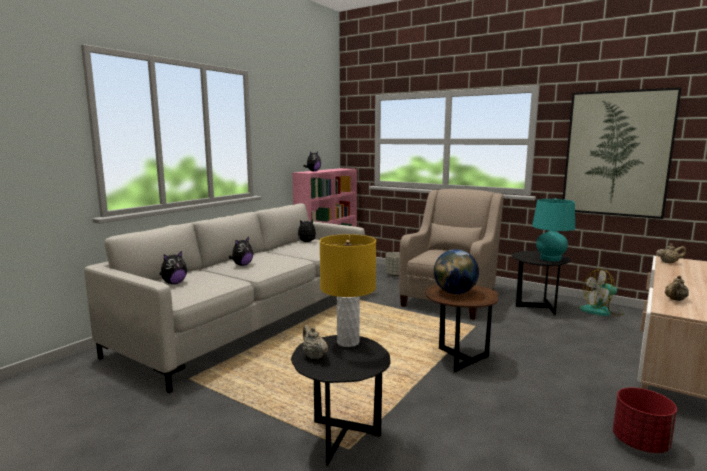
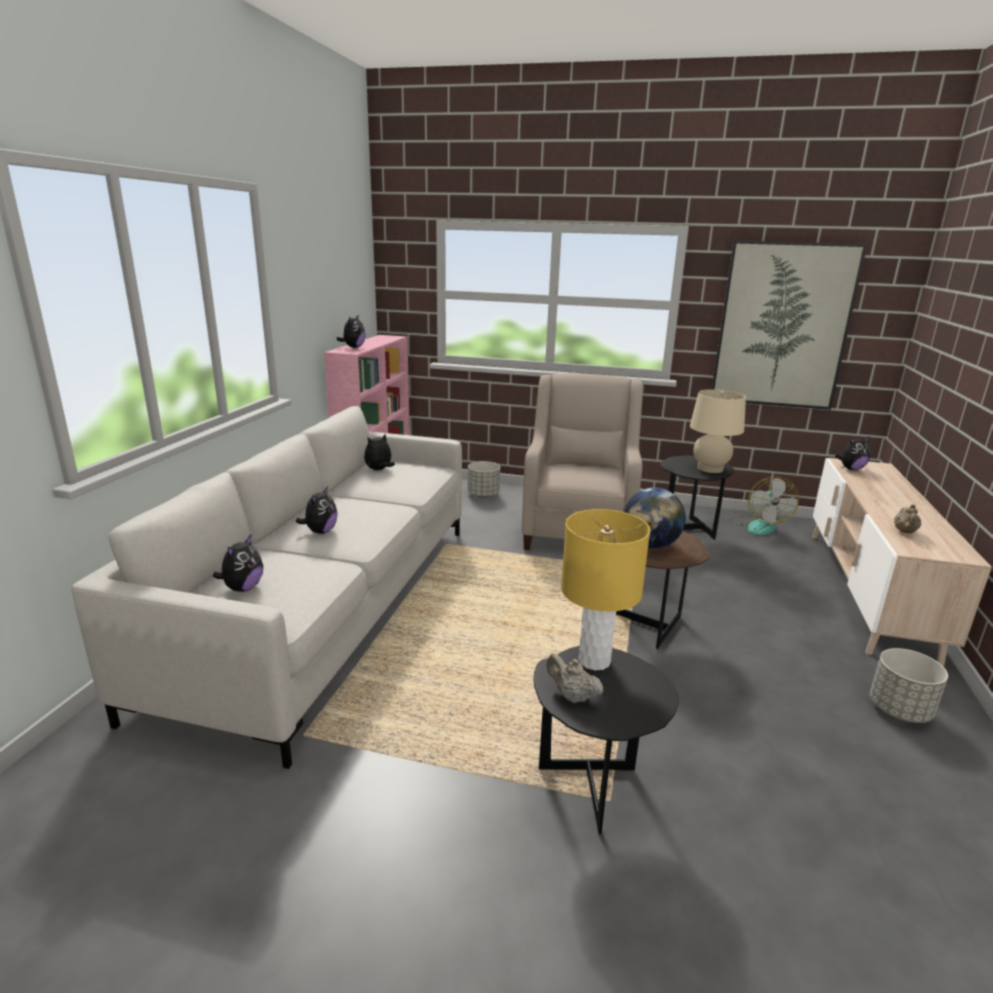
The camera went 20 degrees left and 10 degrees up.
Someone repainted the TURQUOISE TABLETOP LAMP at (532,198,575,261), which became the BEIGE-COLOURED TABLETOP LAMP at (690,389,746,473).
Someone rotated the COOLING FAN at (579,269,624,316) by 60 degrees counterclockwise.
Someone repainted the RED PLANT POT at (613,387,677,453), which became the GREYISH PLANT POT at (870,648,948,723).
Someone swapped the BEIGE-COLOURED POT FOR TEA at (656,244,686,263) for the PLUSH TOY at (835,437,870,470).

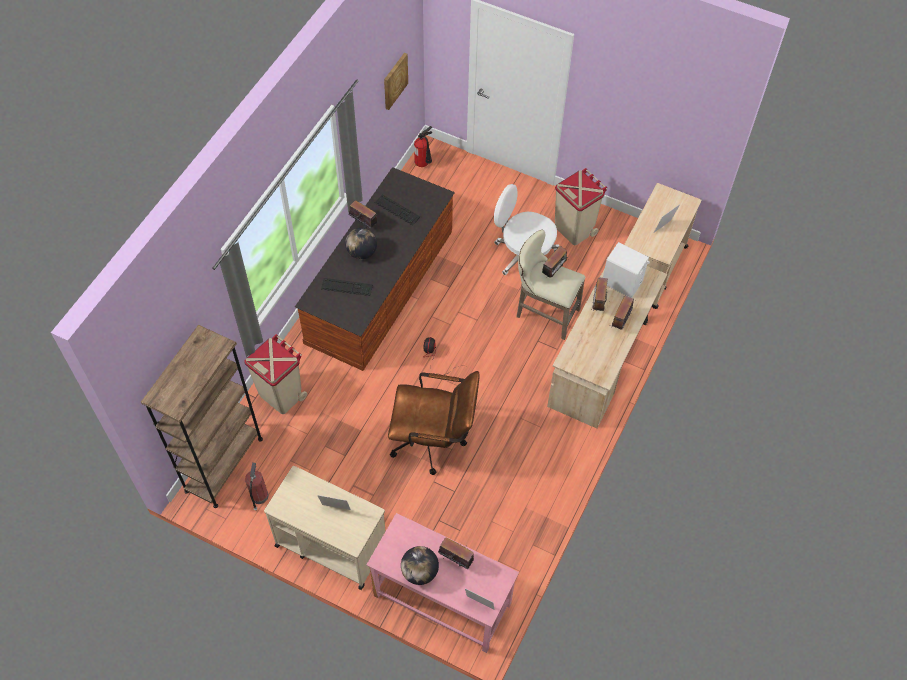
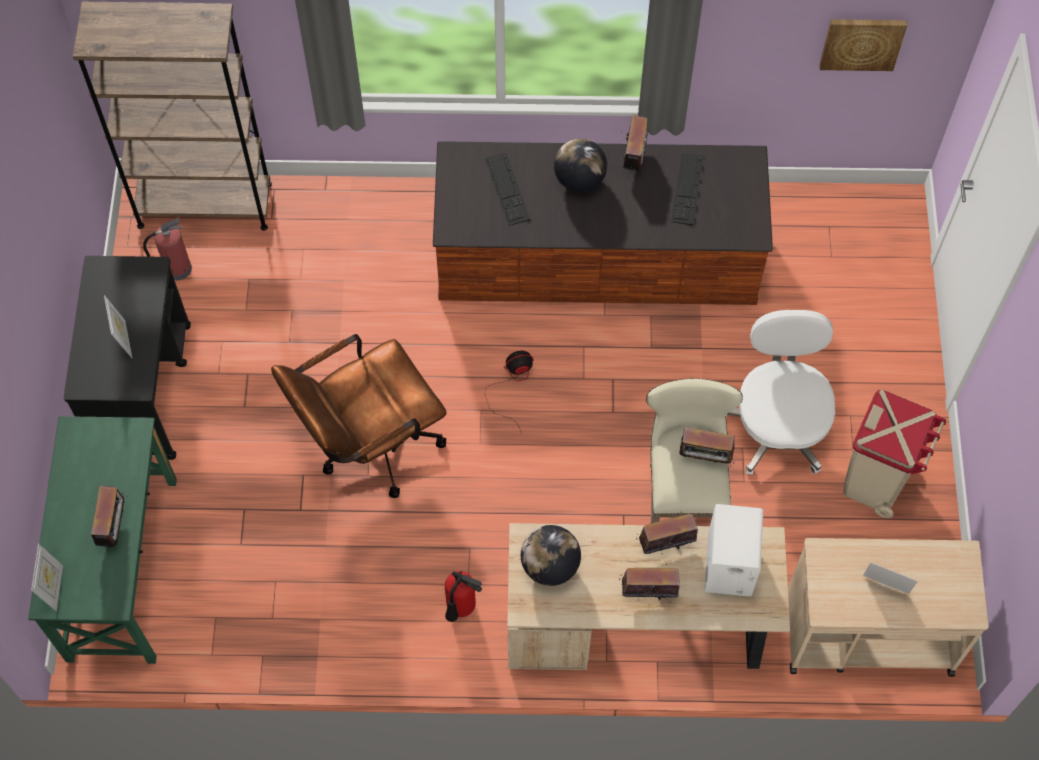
The camera went 65 degrees right and 5 degrees up.
Someone took away the BEIGE-COLOURED TRASH CAN at (244,334,307,414).
Someone repainted the BEIGE-COLOURED CART at (264,466,386,590), which became the BLACKISH CART at (64,256,191,460).
Someone repainted the PINKISH DESK TABLE at (366,513,519,653), which became the GREEN-COLOURED DESK TABLE at (28,416,177,664).
Someone rotated the BROWN OFFICE CHAIR at (388,371,480,475) by 75 degrees clockwise.
Someone carried the DESK GLOBE from (401,546,439,585) to (521,525,581,586).
Someone carried the EXTINGUISHER from (414,126,432,167) to (445,571,482,622).

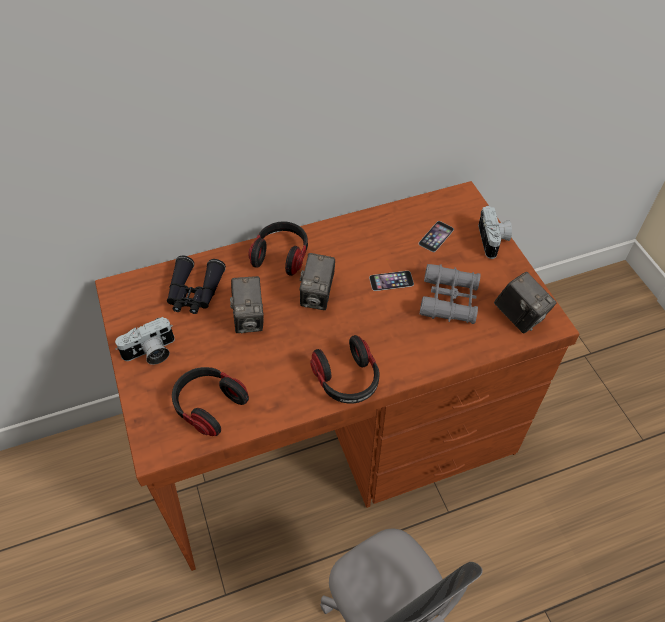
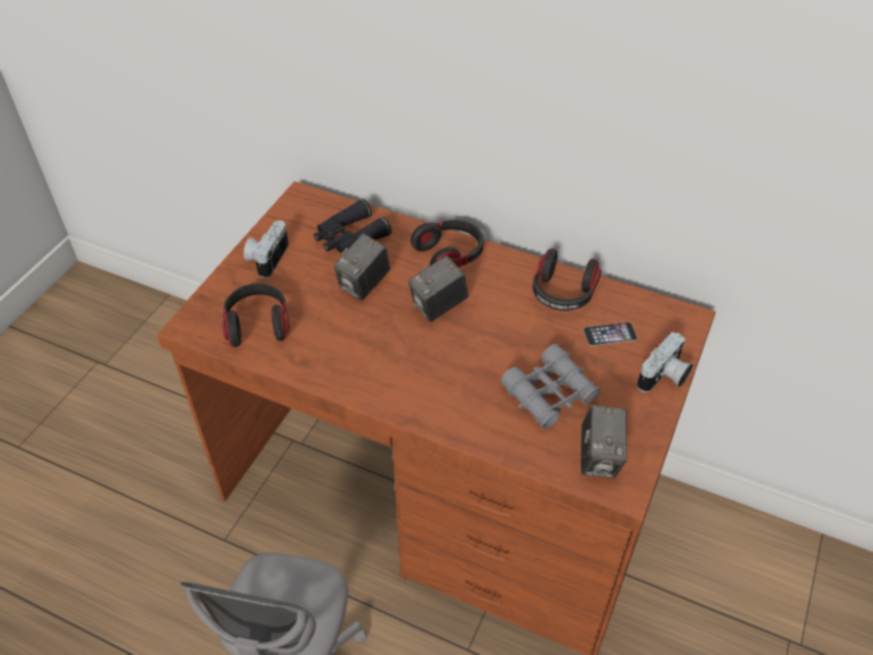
The camera went 45 degrees right and 5 degrees down.
Someone rotated the STILL CAMERA at (115,317,175,365) by 90 degrees clockwise.
Someone carried the HEADPHONES from (310,335,379,404) to (533,248,601,311).
Someone took away the HANDSET at (369,271,414,291).

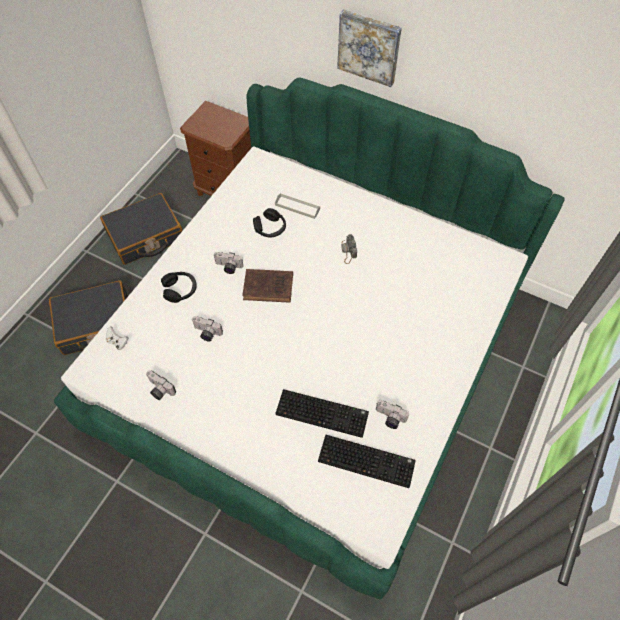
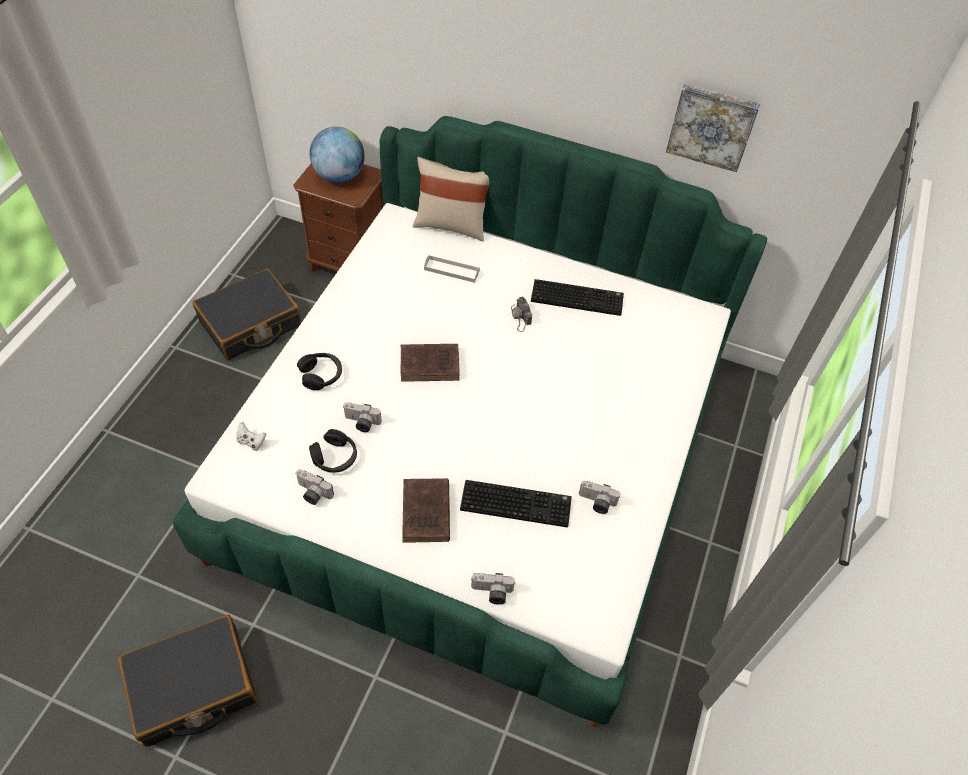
The camera went 10 degrees left and 5 degrees down.
Someone carried the BLACKISH PIECE OF LUGGAGE from (49,280,128,355) to (118,615,258,747).
Someone carried the STILL CAMERA from (214,252,243,274) to (471,573,516,605).
Someone carried the BLACKISH HEADPHONES from (253,208,286,237) to (309,429,357,473).
Someone carried the COMPUTER KEYBOARD from (318,435,416,488) to (531,279,624,316).
Someone carried the WALL PICTURE from (337,9,402,87) to (666,84,760,172).
Someone put down the DESK GLOBE at (310,127,365,183).
Someone put down the BROWN BOOK at (402,478,450,543).
Someone put down the BEIGE-COLOURED PILLOW at (413,157,489,242).

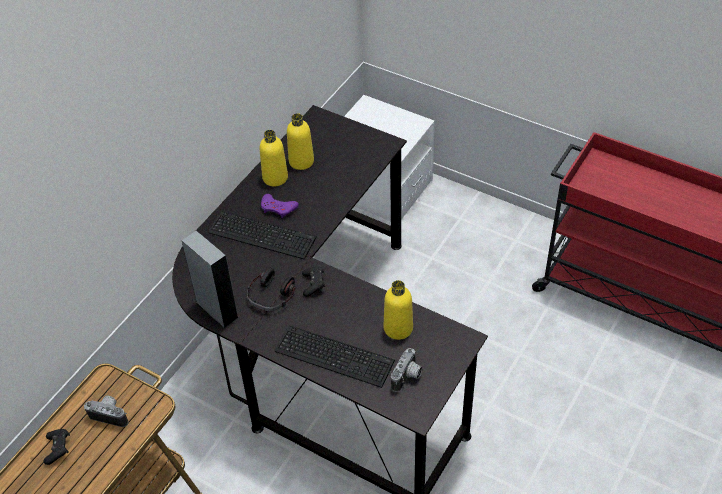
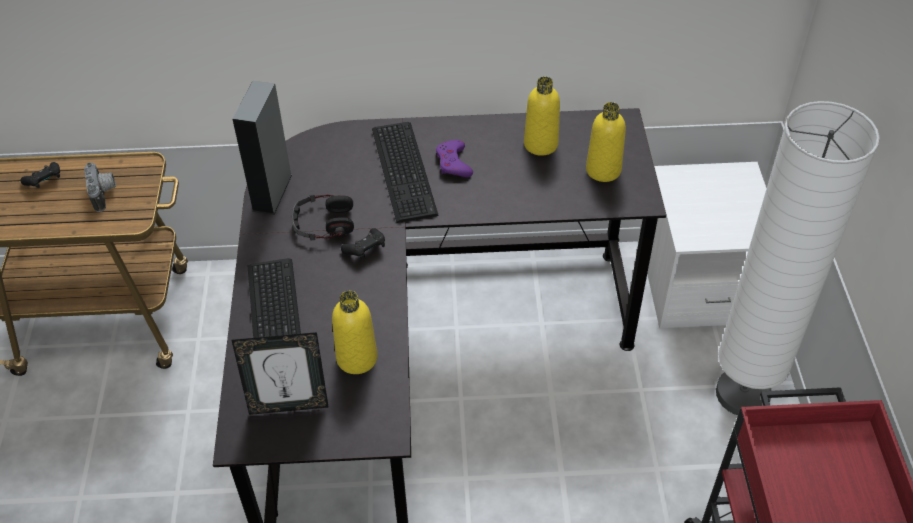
The camera went 55 degrees right and 0 degrees up.
Someone carried the YELLOW BEVERAGE BOTTLE from (260,130,288,186) to (586,102,626,182).
Someone swapped the STILL CAMERA at (391,348,422,392) for the PHOTO FRAME at (231,332,329,415).
Someone put down the WHITE FLOOR LAMP at (716,101,880,415).

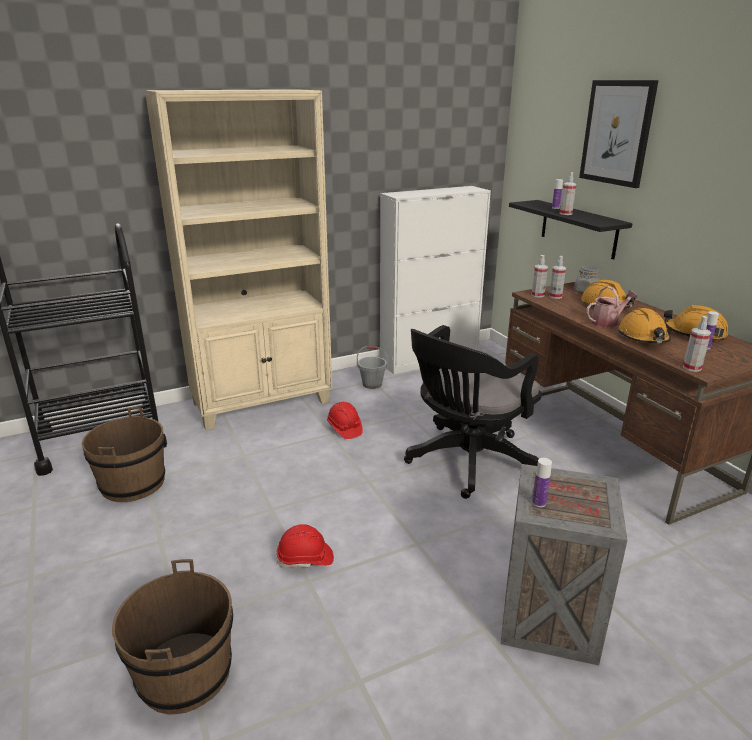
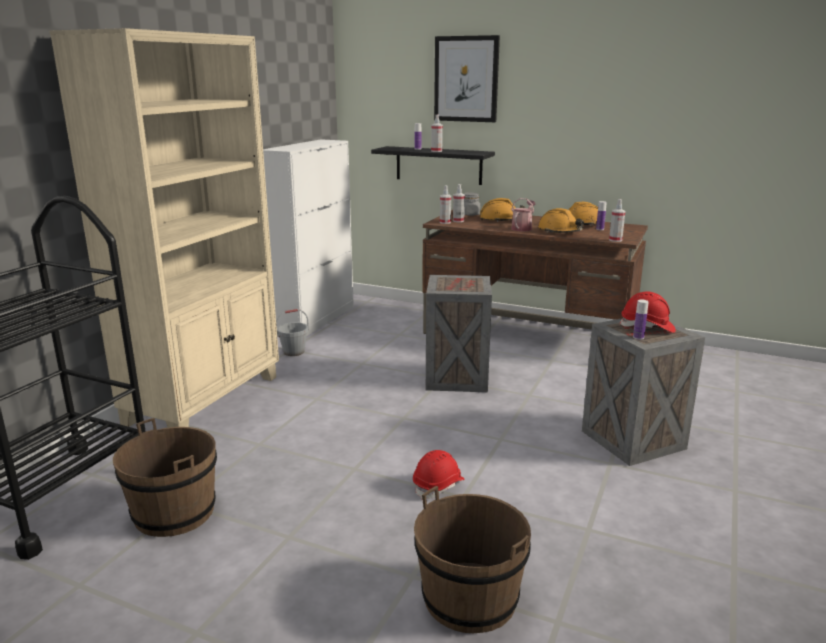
The camera went 40 degrees left and 5 degrees down.
Someone carried the RED WORK HELMET from (327,402,363,439) to (619,292,676,333).
Someone swapped the BLACKISH OFFICE CHAIR at (404,325,542,499) for the PACKING CRATE at (426,275,492,392).

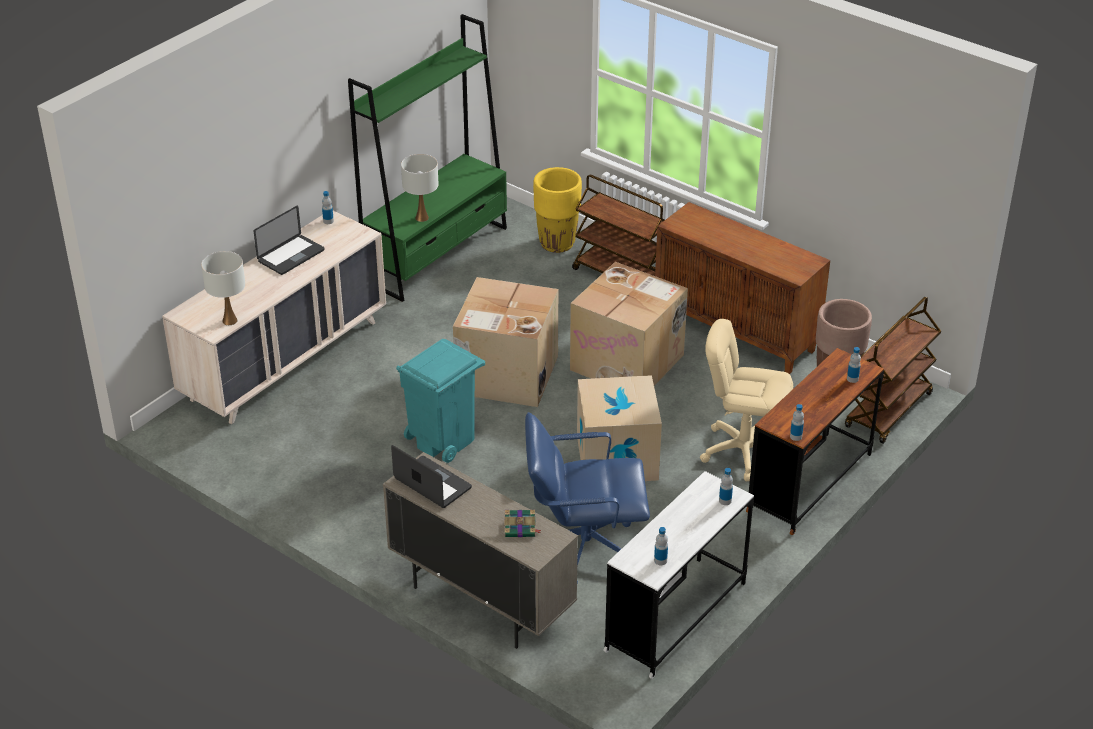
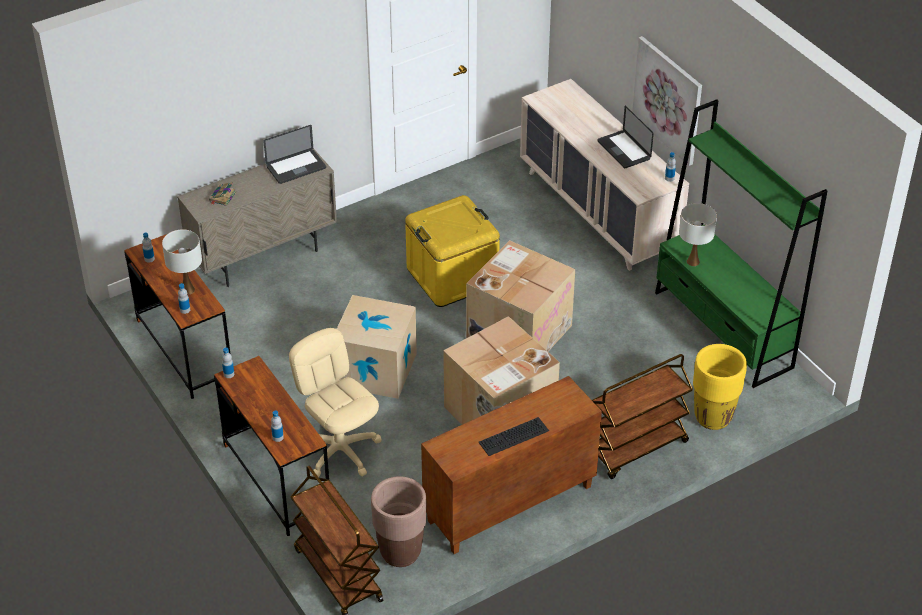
The camera went 110 degrees right and 5 degrees up.
Someone carried the WHITE TABLETOP LAMP from (201,251,245,325) to (162,229,202,295).
Someone swapped the TURQUOISE TRASH CAN at (396,339,485,463) for the YELLOW STORAGE BOX at (405,195,500,307).
Someone took away the BLUE OFFICE CHAIR at (525,412,650,583).
Someone repainted the WHITE DESK TABLE at (604,471,754,679), which became the BROWN DESK TABLE at (124,234,230,399).
Someone rotated the BEIGE-COLOURED OFFICE CHAIR at (700,319,793,481) by 75 degrees counterclockwise.
Someone put down the COMPUTER KEYBOARD at (478,417,549,456).
Someone put up the WALL PICTURE at (632,36,702,166).

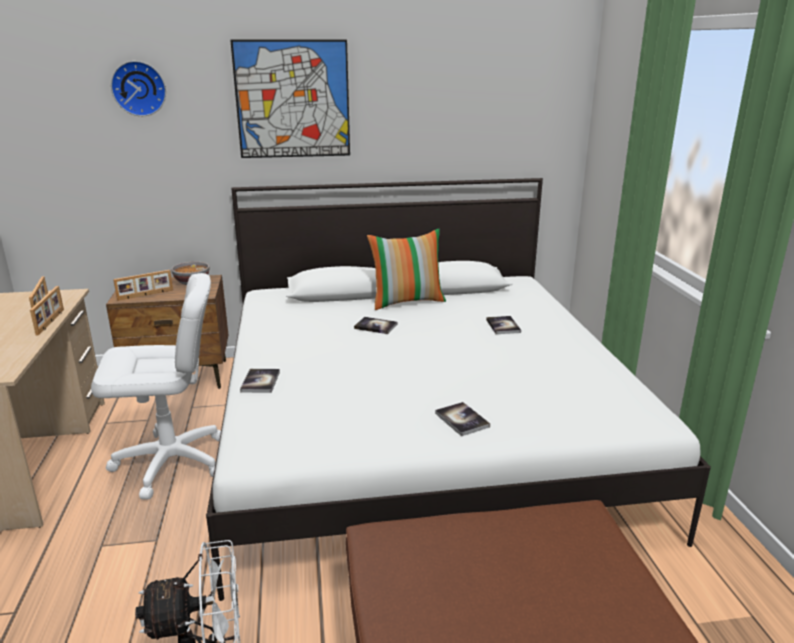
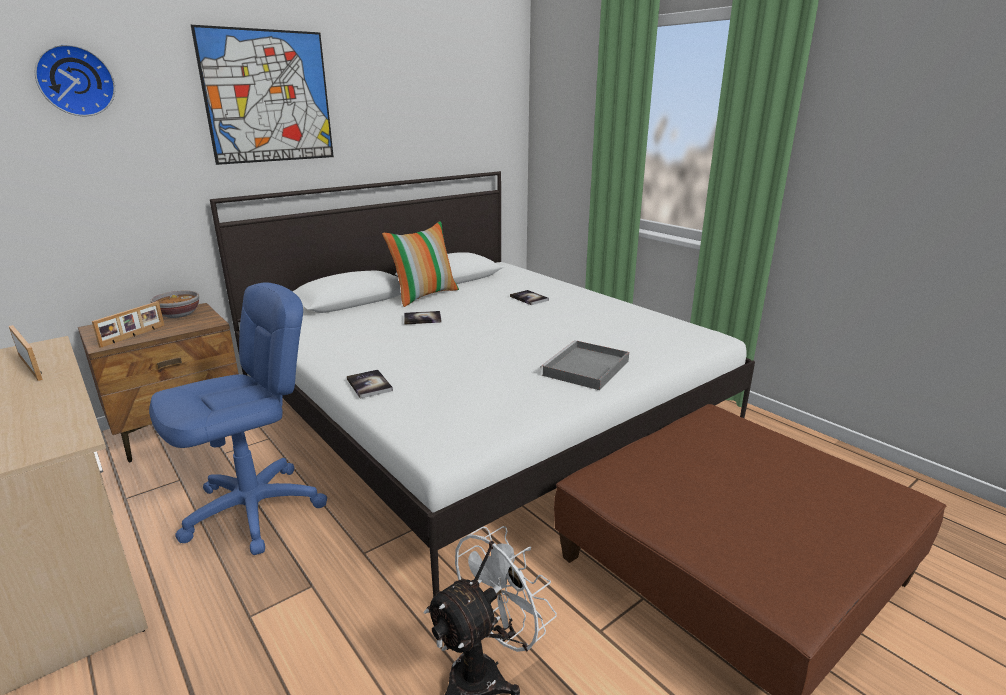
The camera went 30 degrees left and 0 degrees up.
Someone took away the PHOTO FRAME at (30,286,64,335).
Someone repainted the WHITE OFFICE CHAIR at (91,273,221,500), which became the BLUE OFFICE CHAIR at (149,282,327,555).
Someone swapped the BOOK at (435,402,490,436) for the GREYISH CARRYING TRAY at (540,340,629,390).

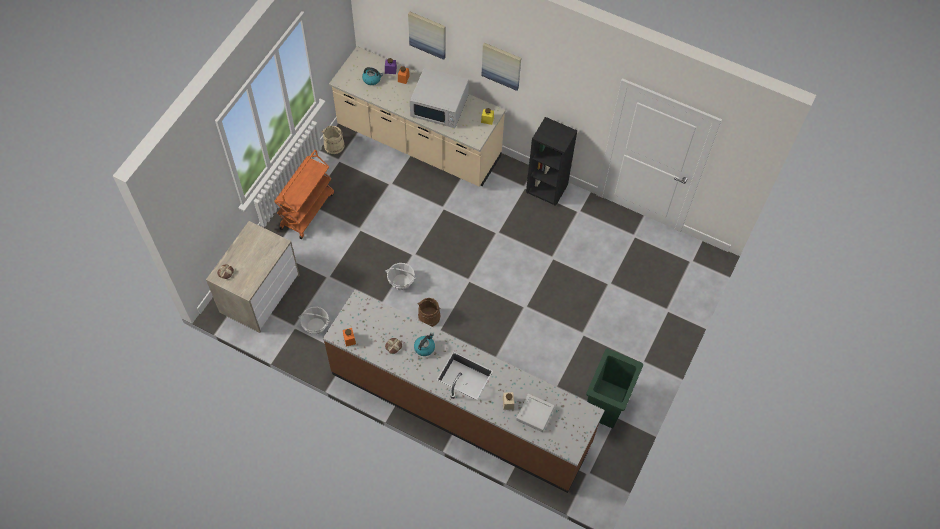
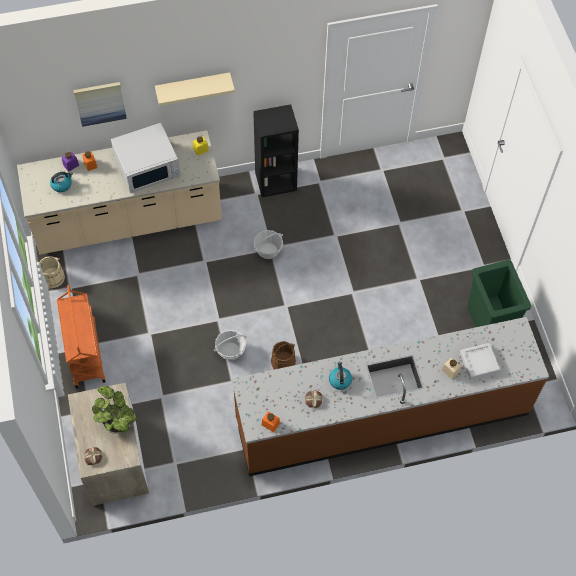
The camera went 40 degrees left and 0 degrees up.
Someone carried the STORAGE BASKET from (298,307,331,334) to (254,230,283,259).
Someone swapped the WALL PICTURE at (482,43,521,91) for the BEIGE-COLOURED BRACKET SHELF at (155,72,235,106).
Someone put down the HOUSEPLANT at (92,386,136,433).

